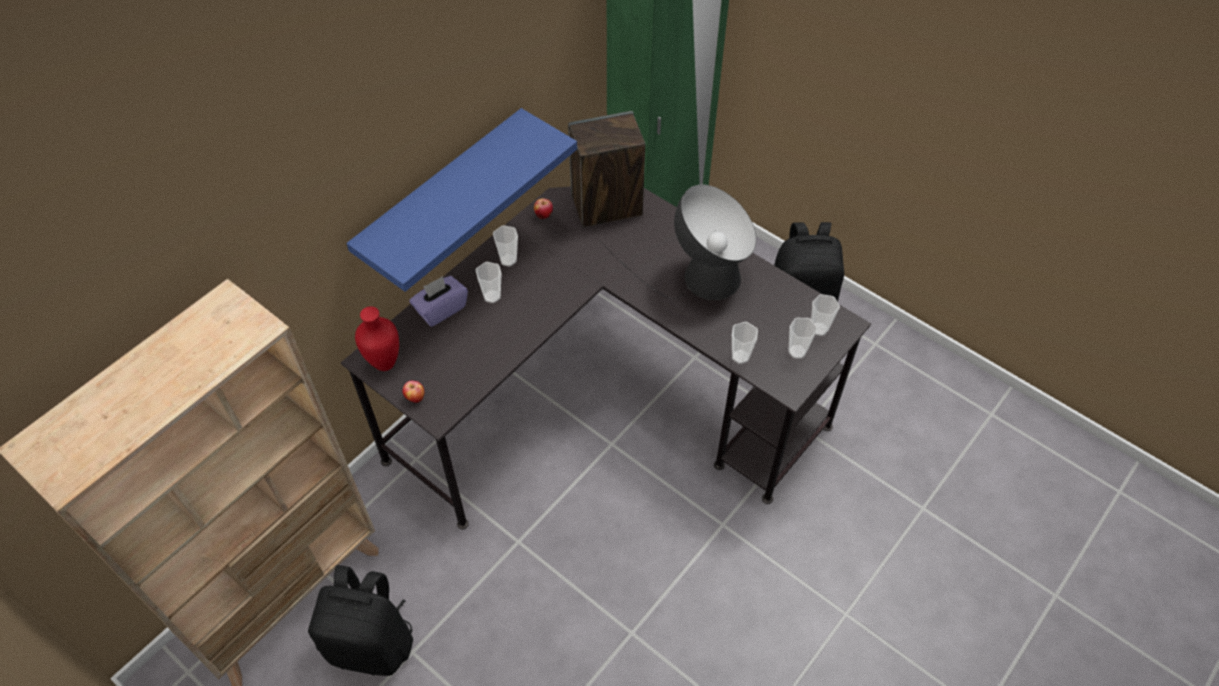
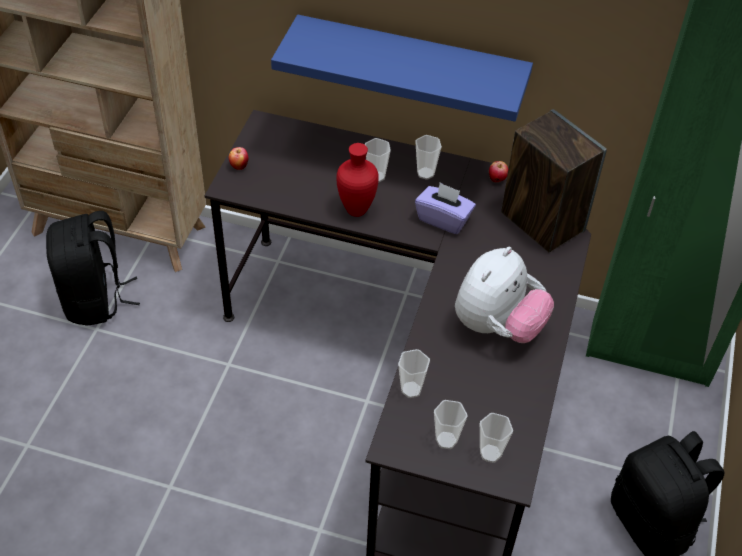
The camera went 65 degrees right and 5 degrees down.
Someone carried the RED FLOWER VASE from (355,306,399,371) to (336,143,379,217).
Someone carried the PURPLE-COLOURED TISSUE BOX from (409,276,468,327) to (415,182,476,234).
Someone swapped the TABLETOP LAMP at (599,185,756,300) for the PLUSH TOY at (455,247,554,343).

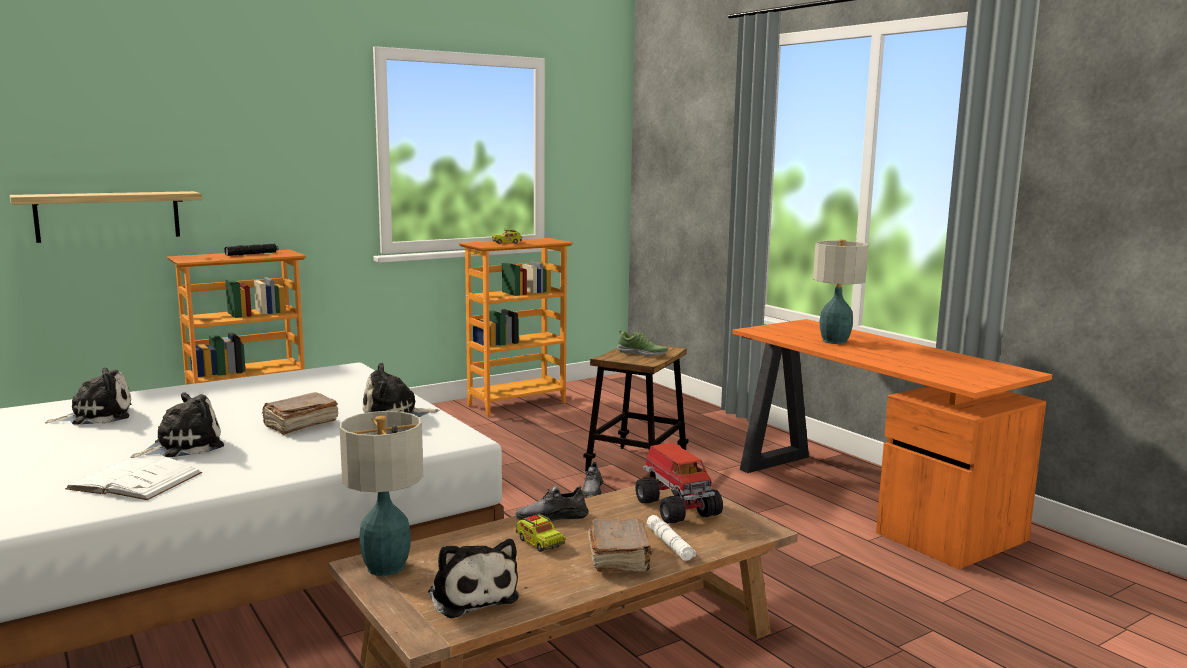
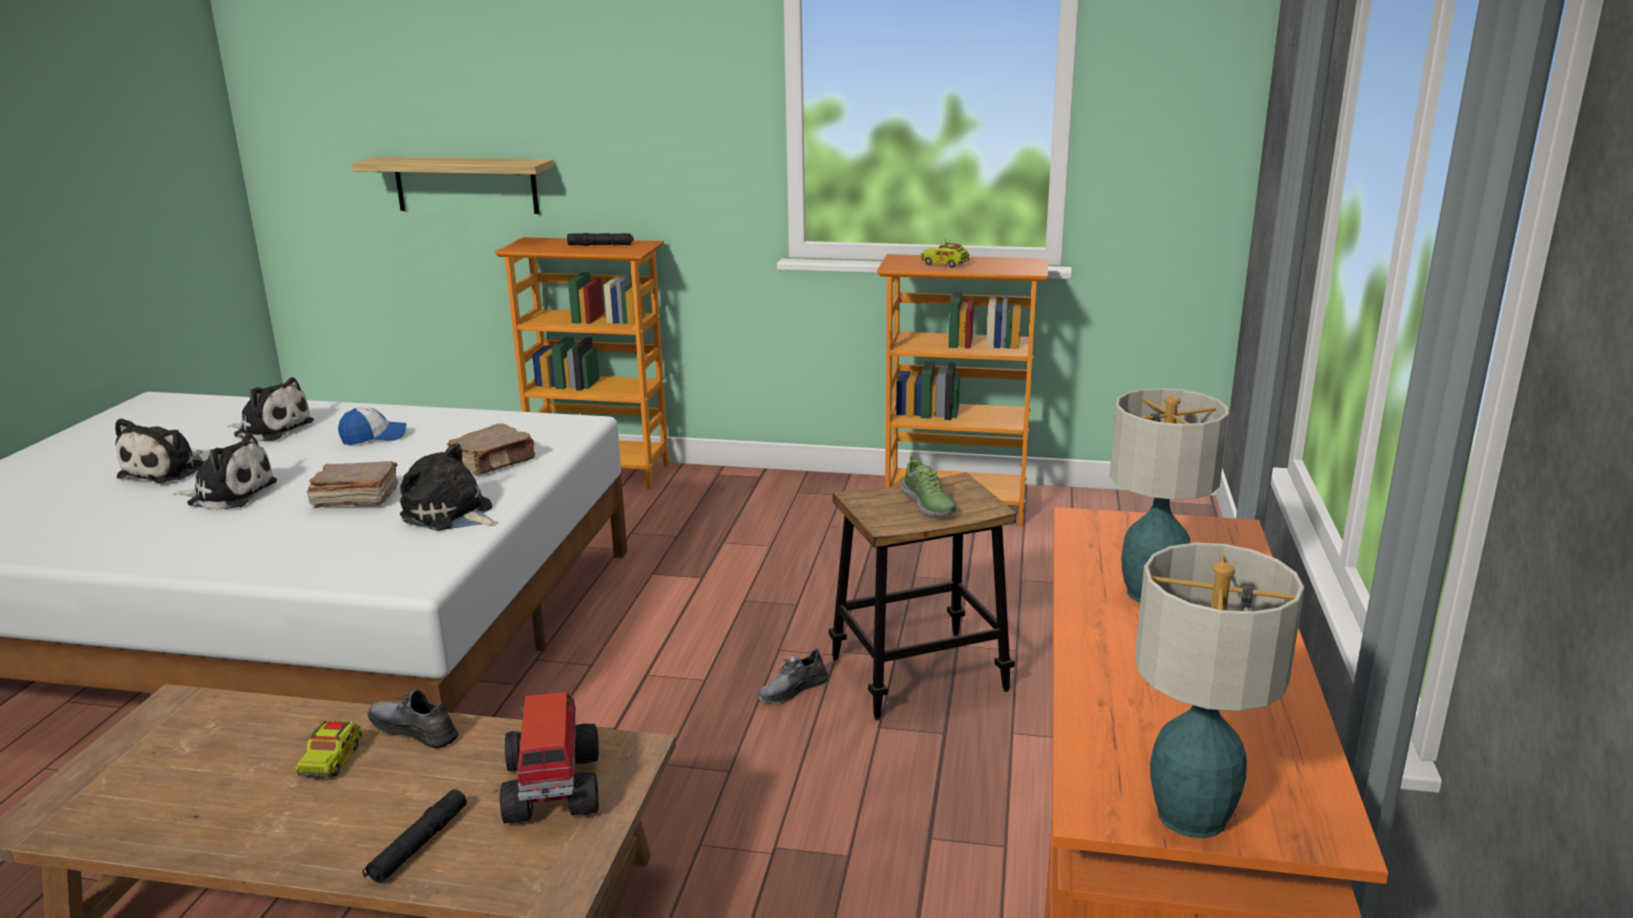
The camera went 45 degrees right and 10 degrees up.
Someone took away the WHITE BOOK at (65,458,202,500).
Someone carried the TABLETOP LAMP from (340,411,423,576) to (1135,542,1304,838).
Someone carried the PLUSH TOY from (428,539,519,618) to (115,418,204,483).
Someone carried the BROWN BOOK from (588,518,653,573) to (447,424,535,474).
Someone rotated the MODEL TRUCK at (635,443,723,523) by 150 degrees clockwise.
Someone repainted the WHITE HAND TORCH at (647,515,696,561), which became the BLACKISH HAND TORCH at (363,789,467,883).
Someone put down the PEAKED CAP at (338,407,406,445).

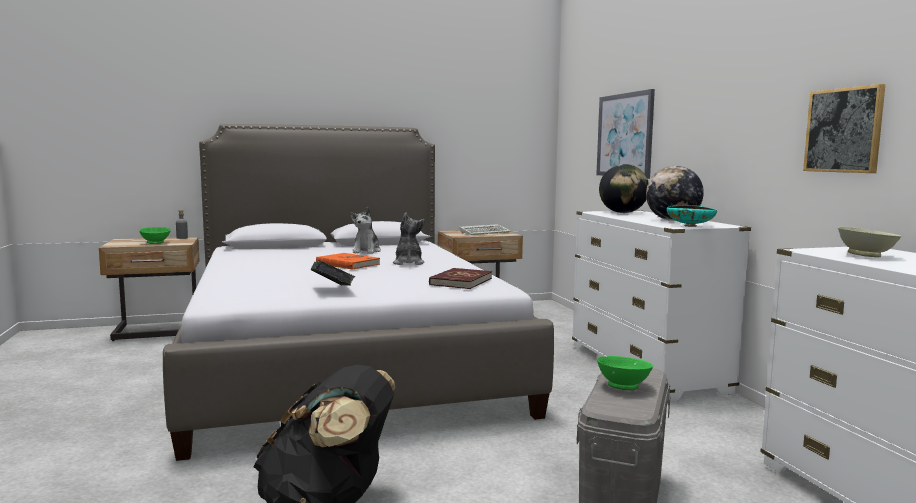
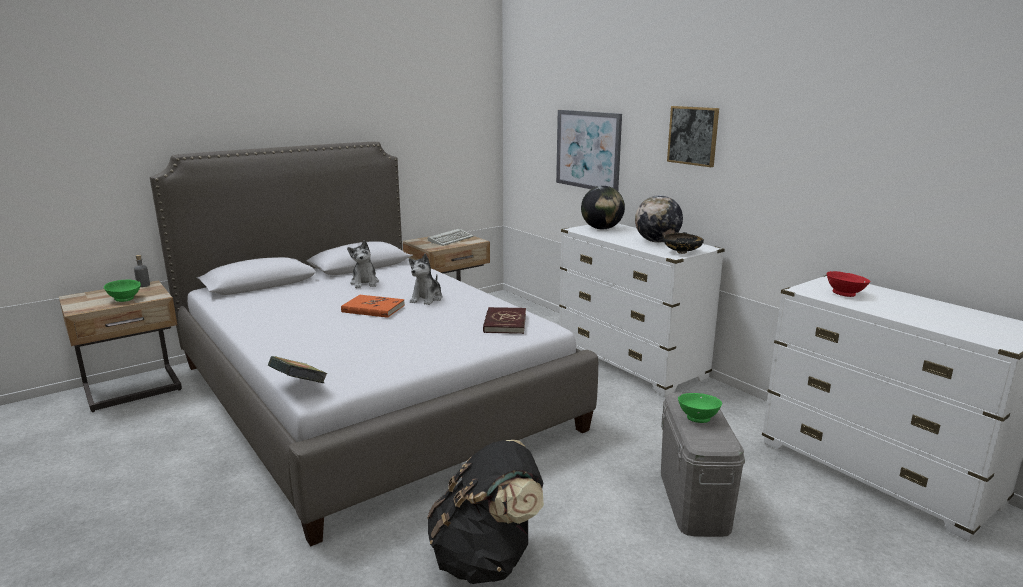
The camera went 20 degrees left and 10 degrees up.
Someone carried the BOOK from (311,261,355,286) to (268,356,328,383).
Someone rotated the PLUSH TOY at (393,212,425,265) by 135 degrees counterclockwise.
Someone repainted the TURQUOISE BOWL at (667,205,717,227), which became the BLACKISH BOWL at (663,232,704,254).
Someone carried the WALL PICTURE from (803,84,886,173) to (667,106,719,167).
Someone repainted the BEIGE-COLOURED BOWL at (838,227,902,257), which became the RED BOWL at (827,271,870,297).

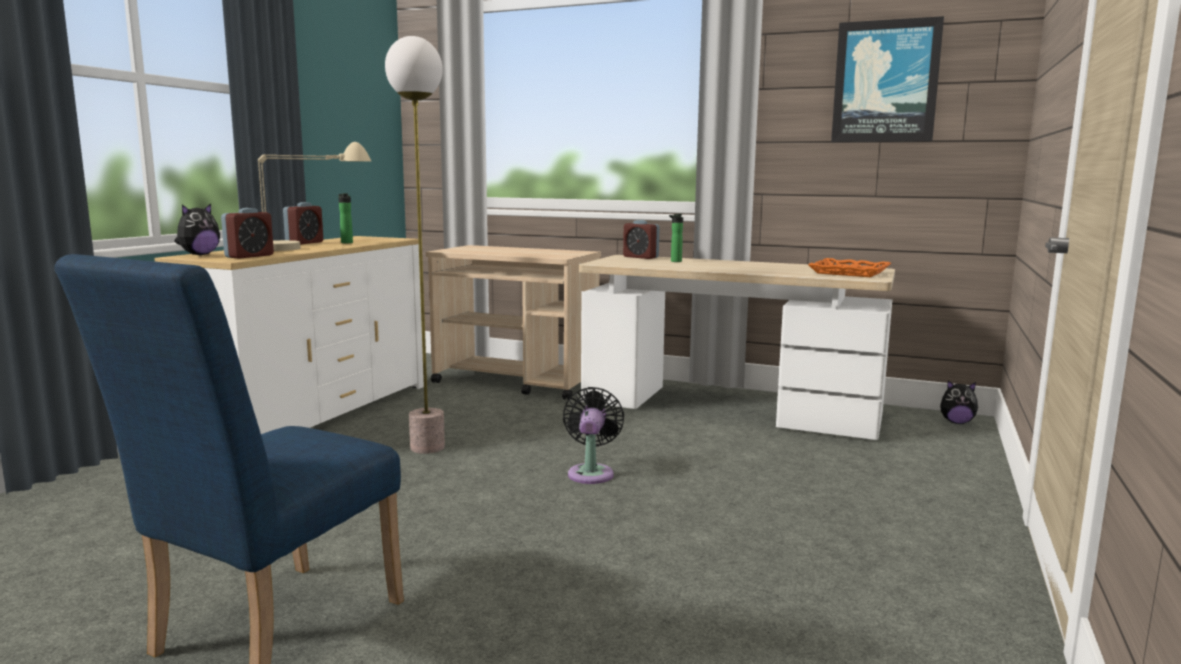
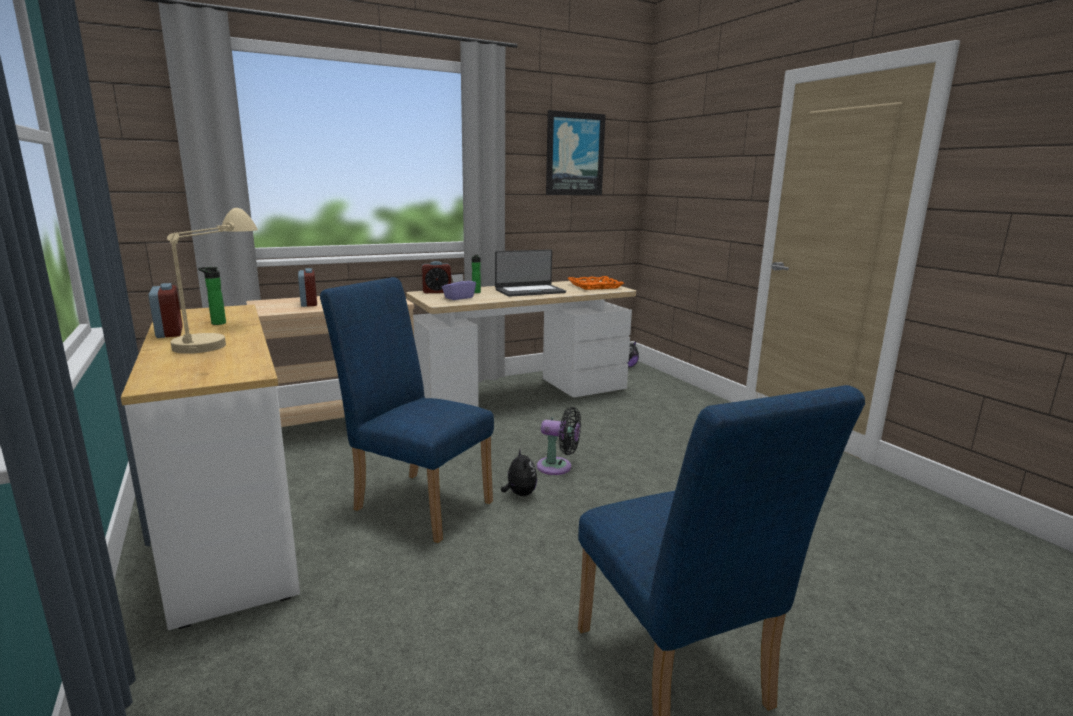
The camera went 50 degrees left and 5 degrees up.
Someone carried the PLUSH TOY from (174,204,220,255) to (501,448,537,496).
Someone carried the ALARM CLOCK from (221,208,274,259) to (298,268,317,307).
Someone swapped the FLOOR LAMP at (385,36,445,454) for the BLUE PLAIN CHAIR at (320,277,494,543).
Someone rotated the BLACKISH COOLING FAN at (563,387,624,484) by 150 degrees clockwise.
Someone put down the PURPLE-COLOURED TISSUE BOX at (442,274,476,300).
Someone put down the NOTEBOOK COMPUTER at (495,249,566,297).

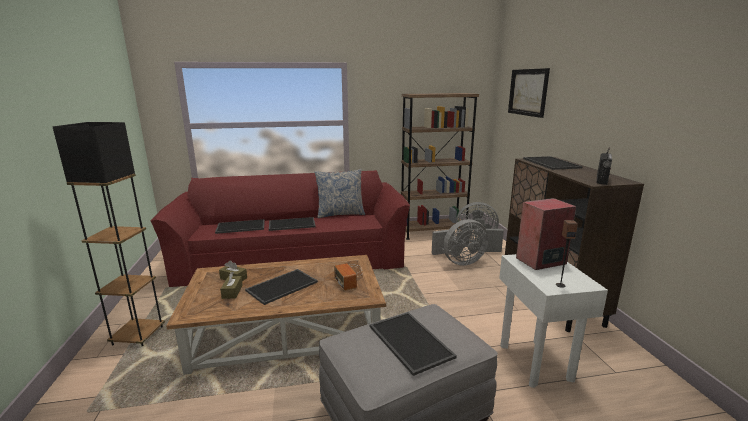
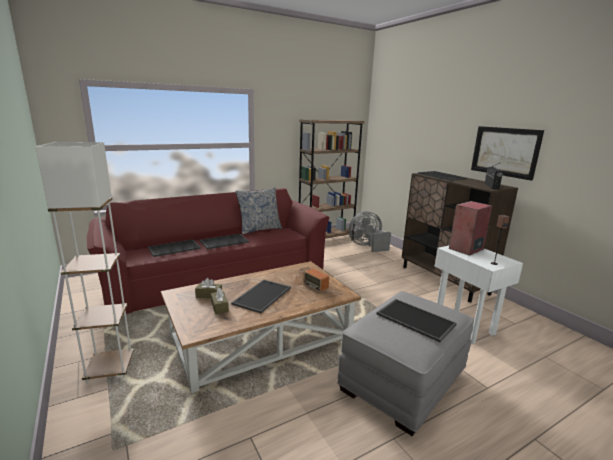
The camera went 20 degrees left and 0 degrees up.
Someone repainted the BLACKISH FLOOR LAMP at (52,122,165,346), which became the WHITE FLOOR LAMP at (35,142,134,383).
Someone took away the GREYISH COOLING FAN at (432,219,489,266).
Someone carried the WALL PICTURE from (508,68,550,118) to (471,126,544,181).

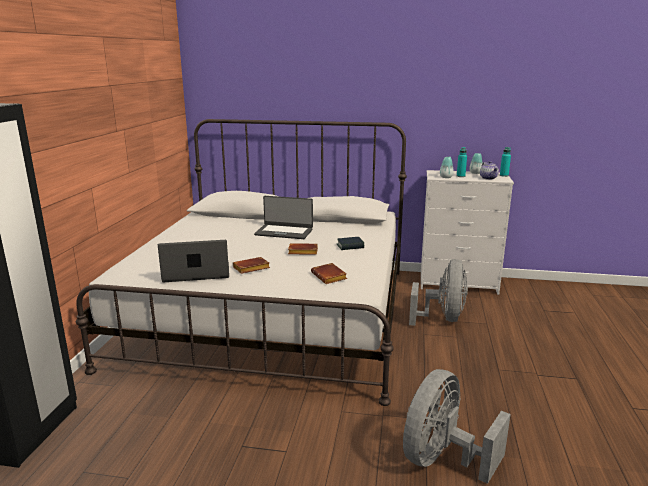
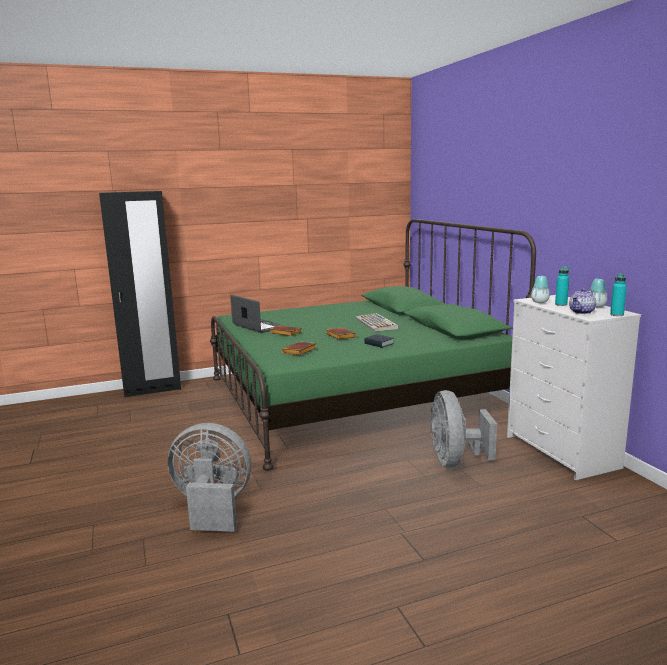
The camera went 60 degrees right and 5 degrees down.
Someone repainted the WHITE BEDROOM BED at (76,119,407,406), which became the GREEN-COLOURED BEDROOM BED at (210,219,536,471).
Someone swapped the NOTEBOOK COMPUTER at (254,196,313,239) for the COMPUTER KEYBOARD at (355,313,399,332).
Someone rotated the GREYISH COOLING FAN at (409,259,468,326) by 105 degrees clockwise.

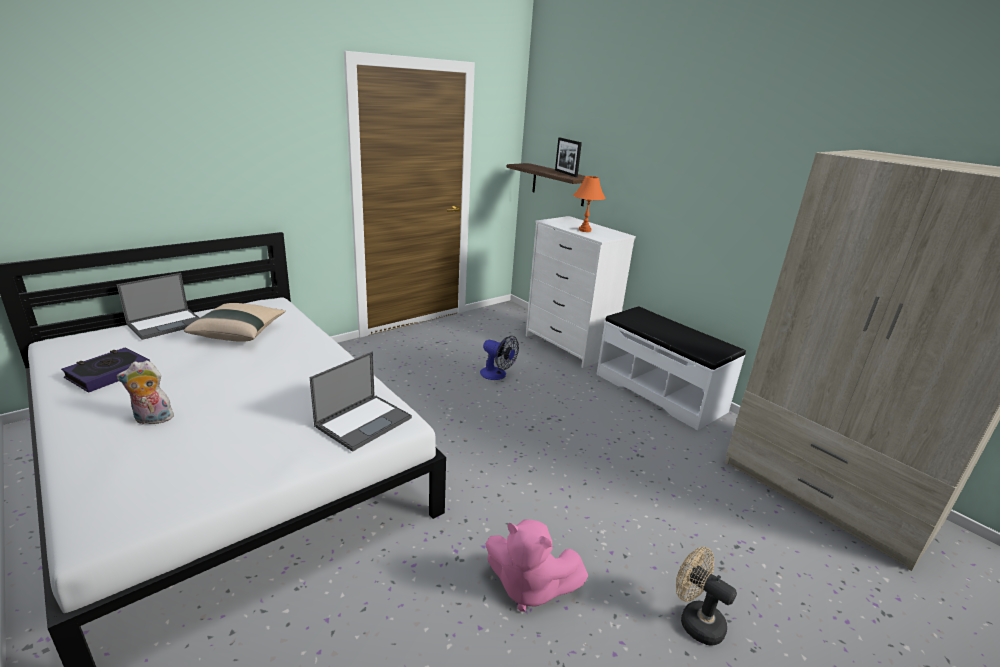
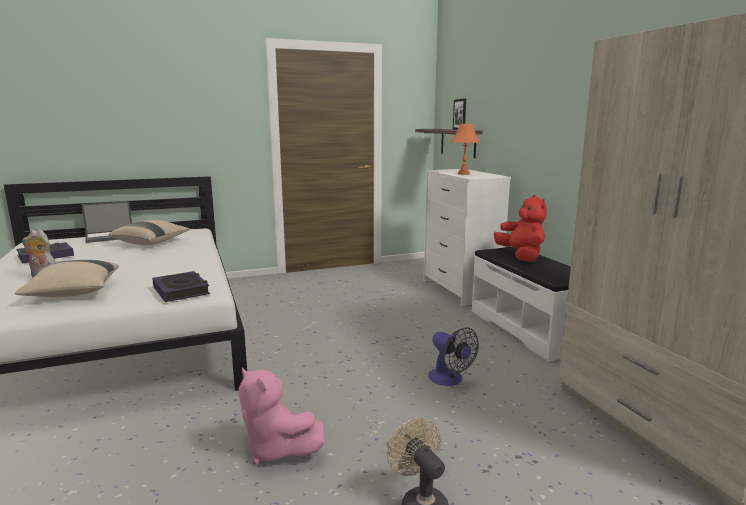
The camera went 20 degrees right and 10 degrees down.
Someone swapped the NOTEBOOK COMPUTER at (310,352,412,452) for the BOOK at (152,271,210,302).
Someone carried the COOLING FAN from (480,336,519,380) to (428,327,479,386).
Someone put down the BEIGE-COLOURED PILLOW at (15,260,119,297).
Someone put down the RED PLUSH TOY at (494,195,547,262).

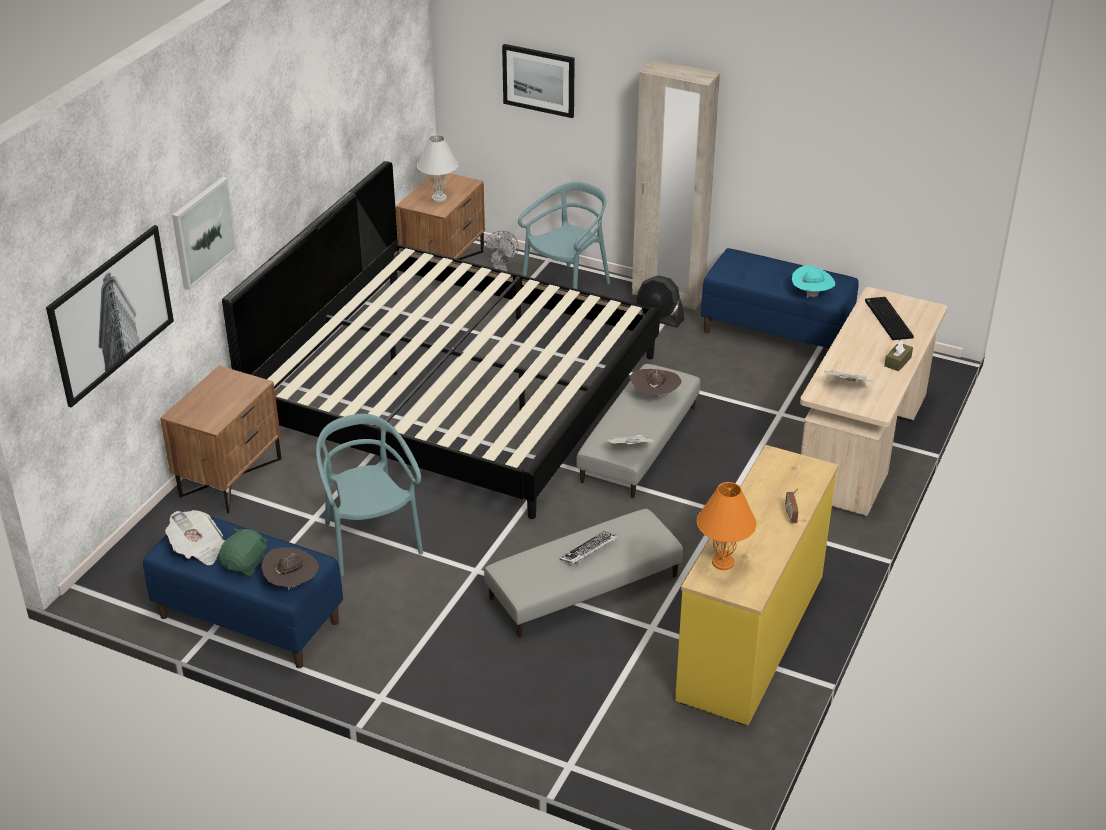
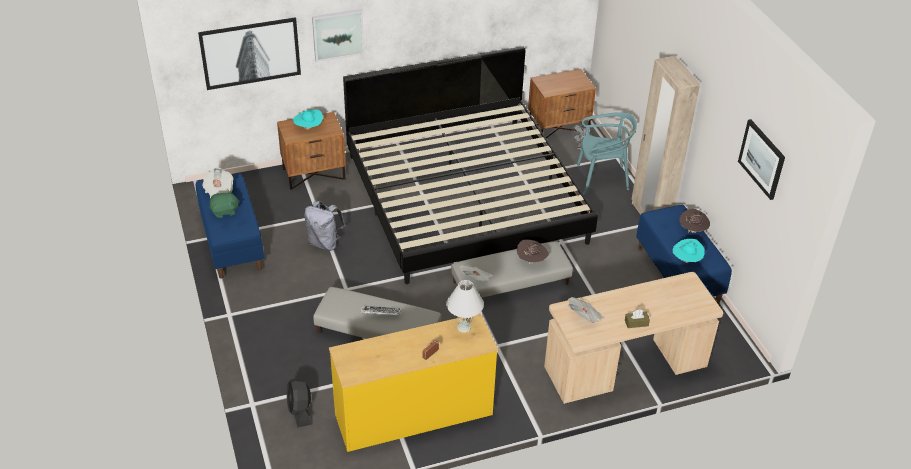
The camera went 45 degrees right and 5 degrees up.
Someone carried the BROWN HAT from (261,547,319,590) to (679,208,710,233).
Someone swapped the TURQUOISE PLAIN CHAIR at (316,414,423,576) for the GREYISH BACKPACK at (304,201,346,251).
Someone carried the WHITE TABLETOP LAMP from (417,135,458,202) to (446,280,484,333).
Someone carried the WALL PICTURE from (502,44,575,118) to (738,119,785,200).
Someone carried the BLACKISH COOLING FAN from (636,276,684,327) to (287,379,311,428).
Someone took away the ORANGE TABLETOP LAMP at (697,482,757,570).
Someone took away the COMPUTER KEYBOARD at (865,297,914,340).
Someone put down the TURQUOISE HAT at (293,109,323,130).

